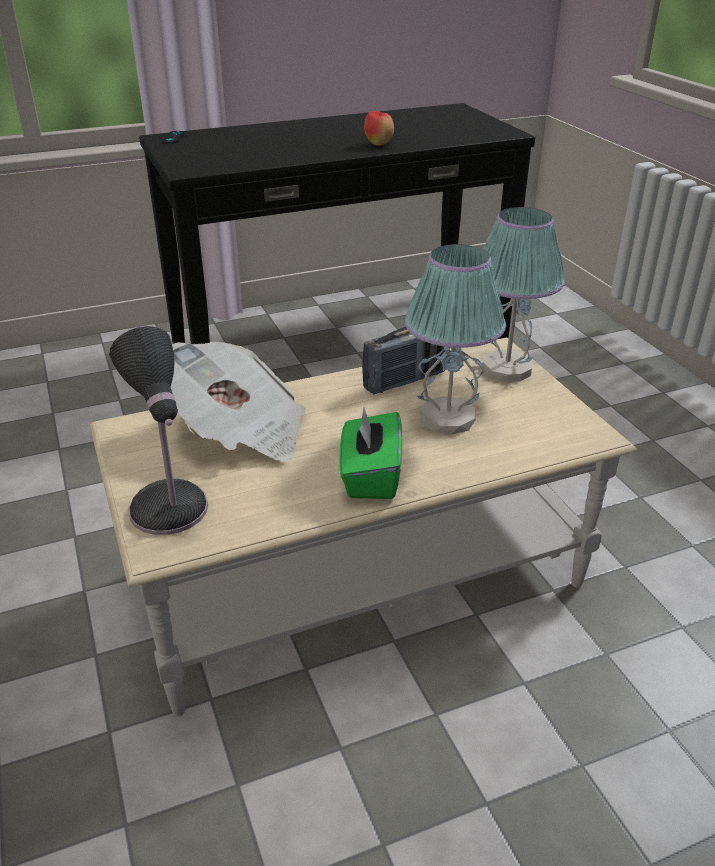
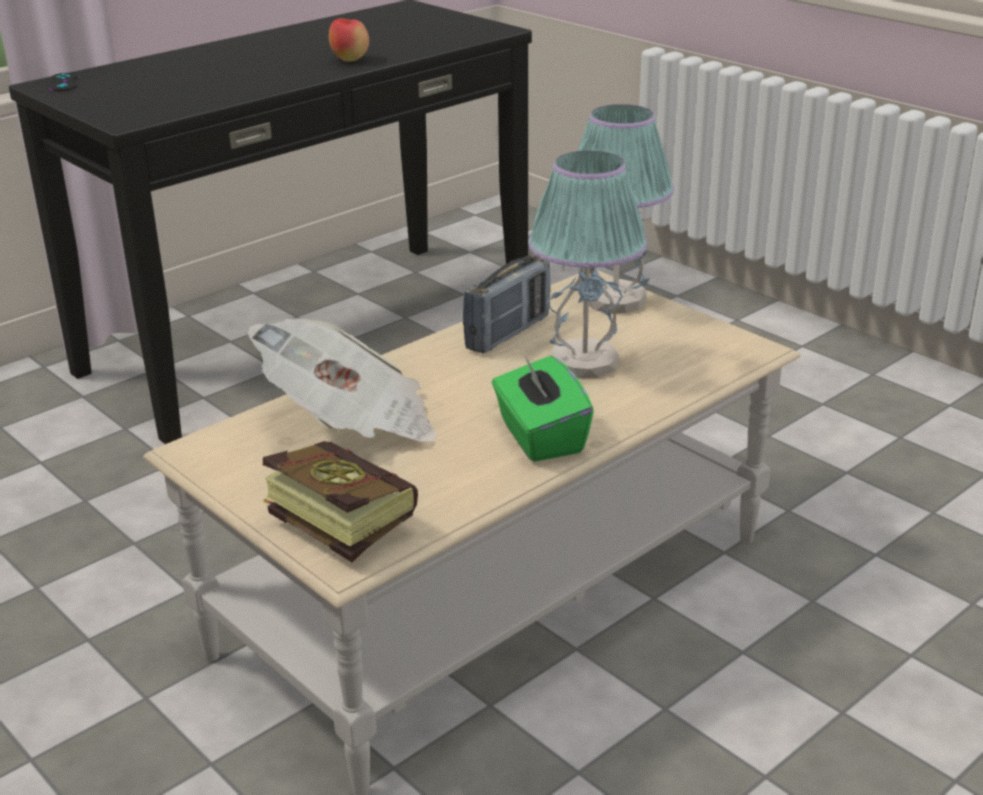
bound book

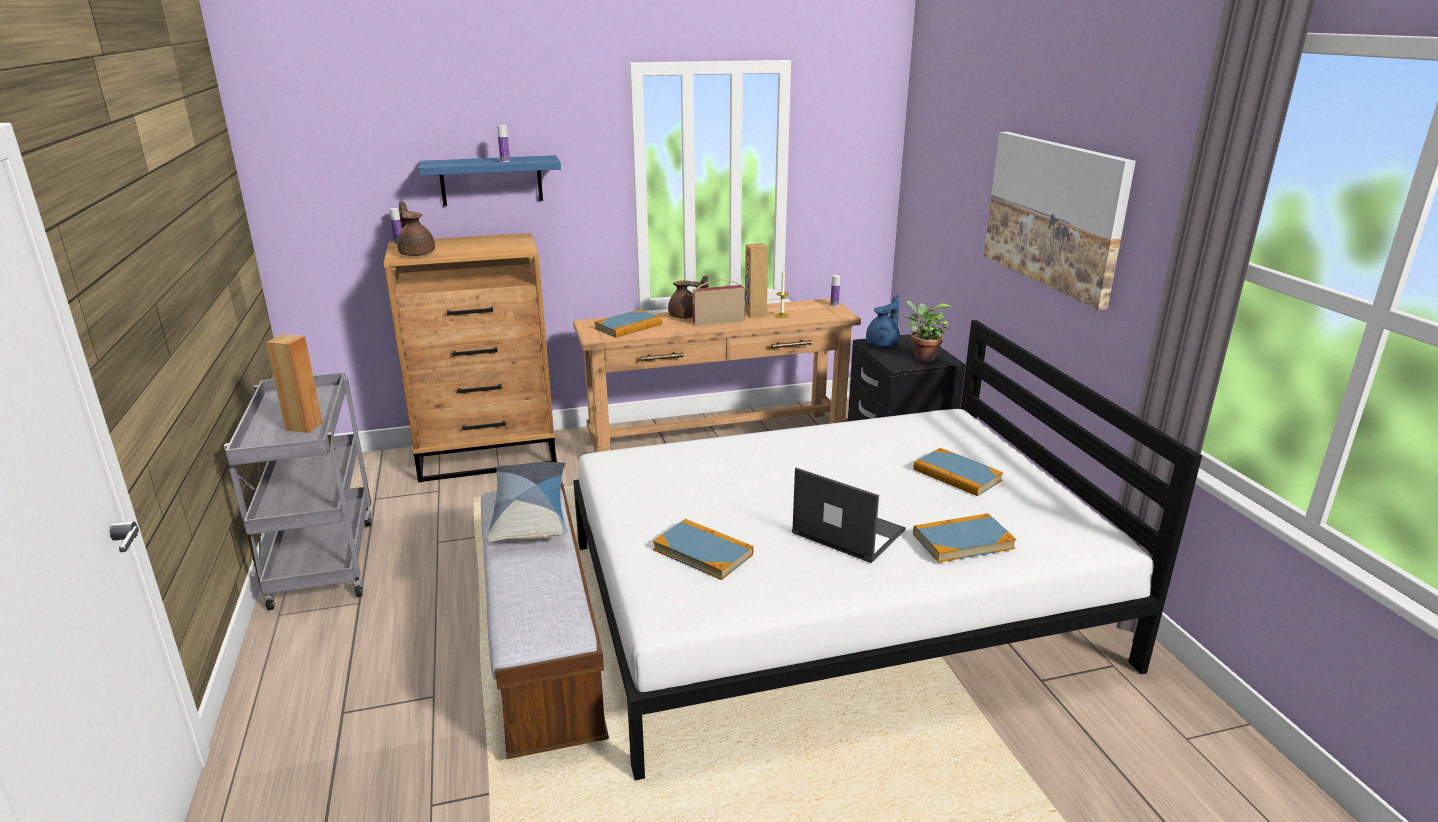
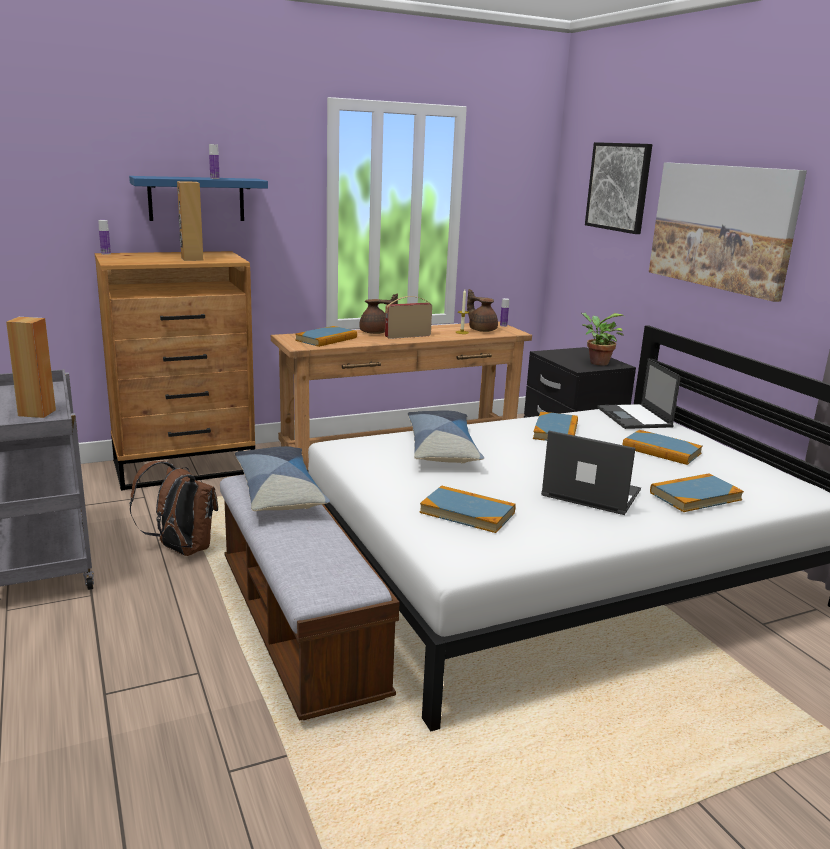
brown-coloured pot for tea (2nd from left); brown-coloured speaker (2nd from left); bluish pot for tea; brown-coloured knapsack; throw pillow (2nd from left); bound book (3rd from left); wall picture (1st from left); notebook computer (2nd from left)

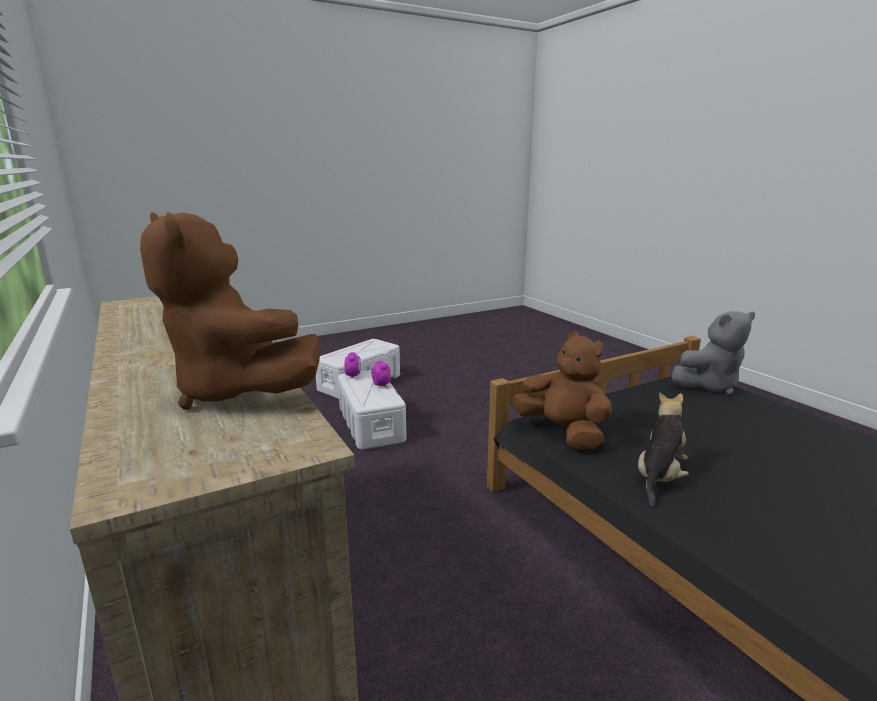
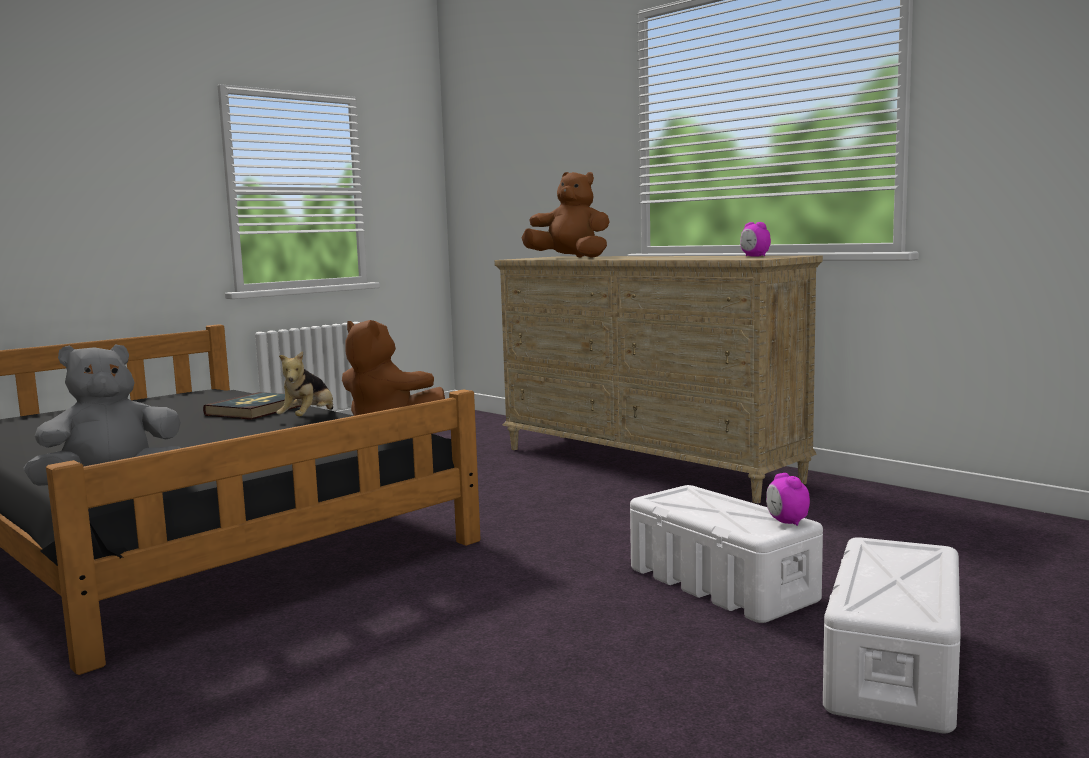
table clock (1st from left); bound book

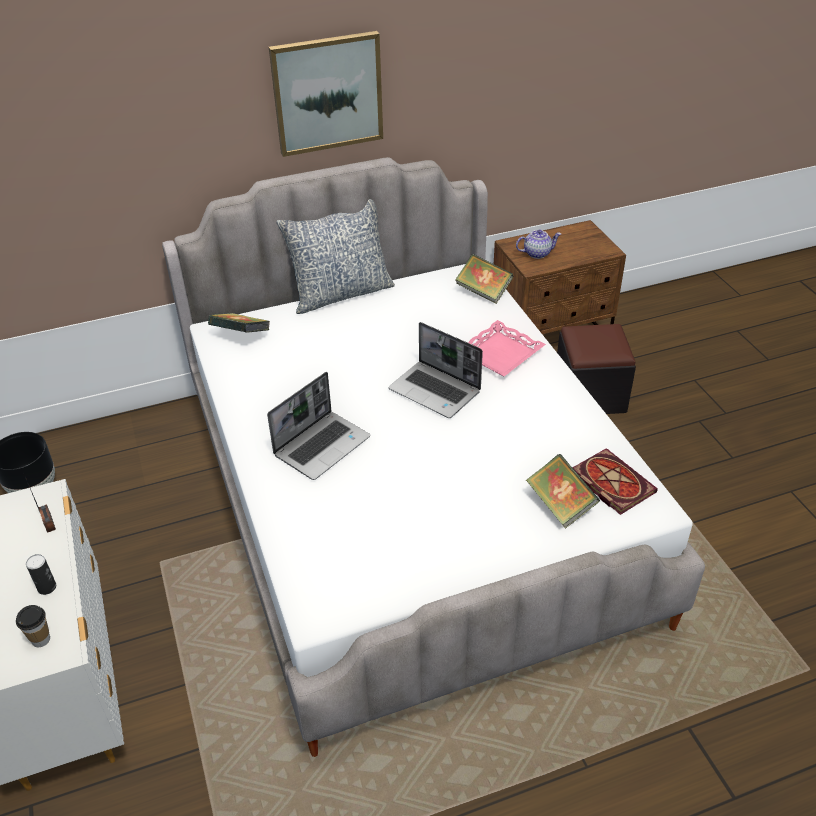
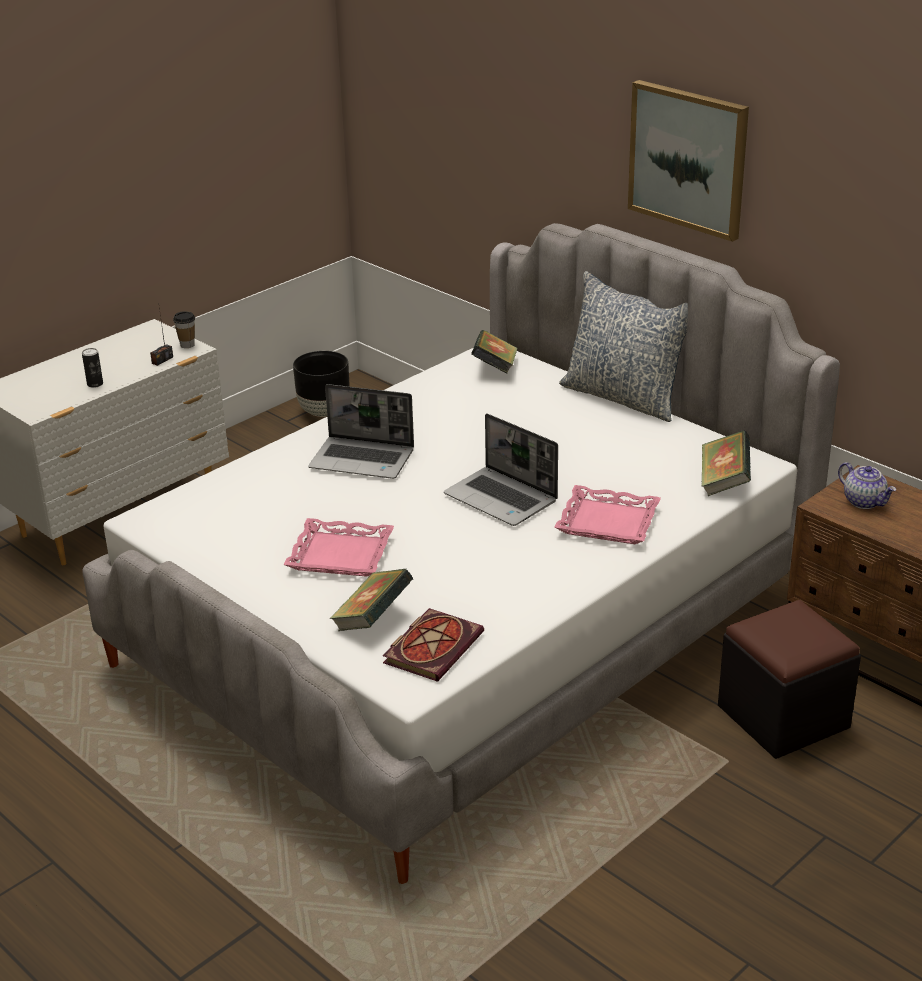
drinking cup; notebook computer (2nd from left); pink-coloured serving tray (1st from left)

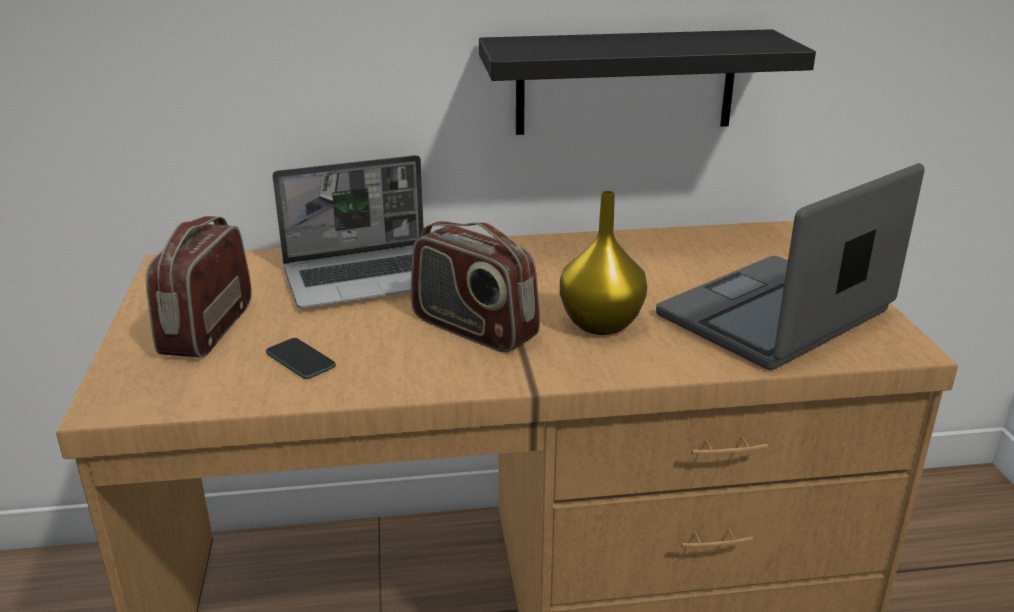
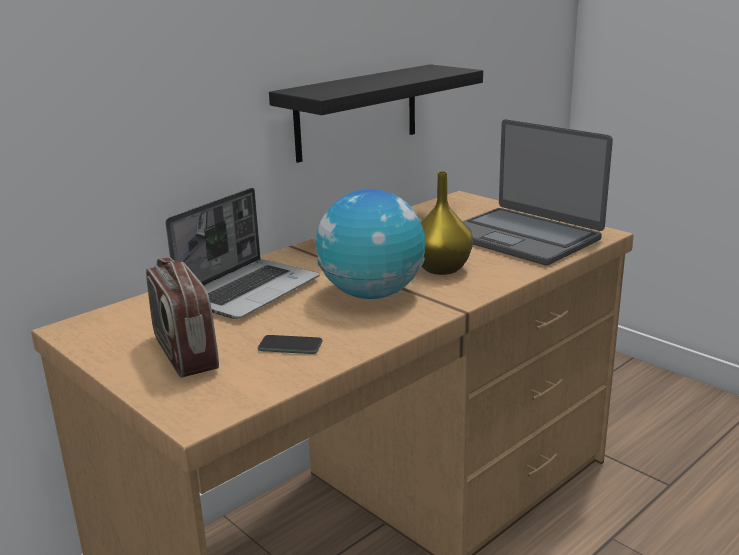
globe; notebook computer (2nd from left)

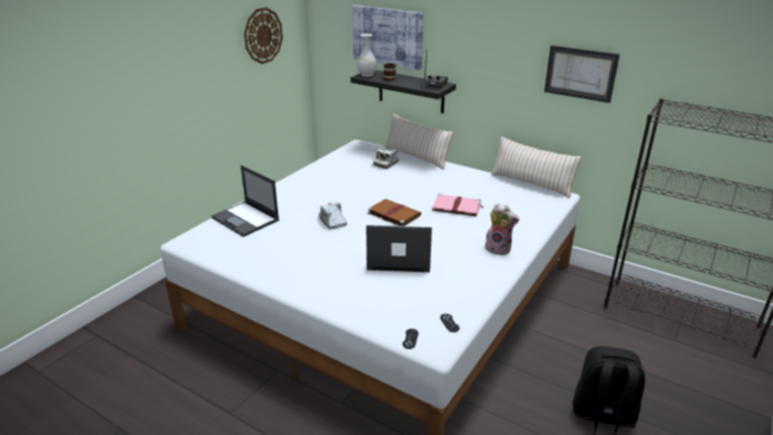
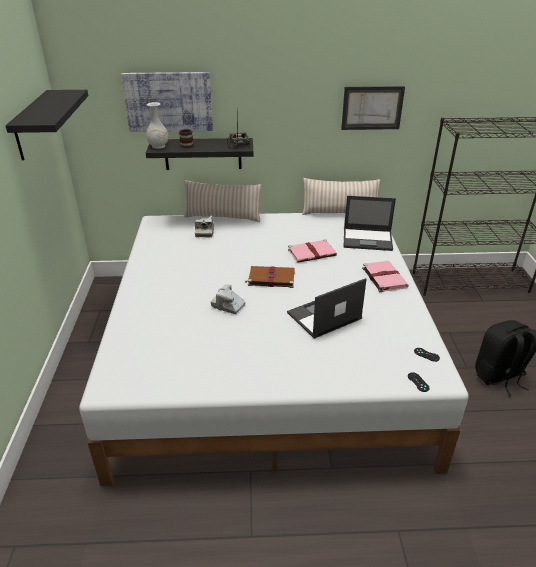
notebook computer (2nd from left); black-coloured wall shelf (1st from left); pink-coloured bound book (2nd from left)

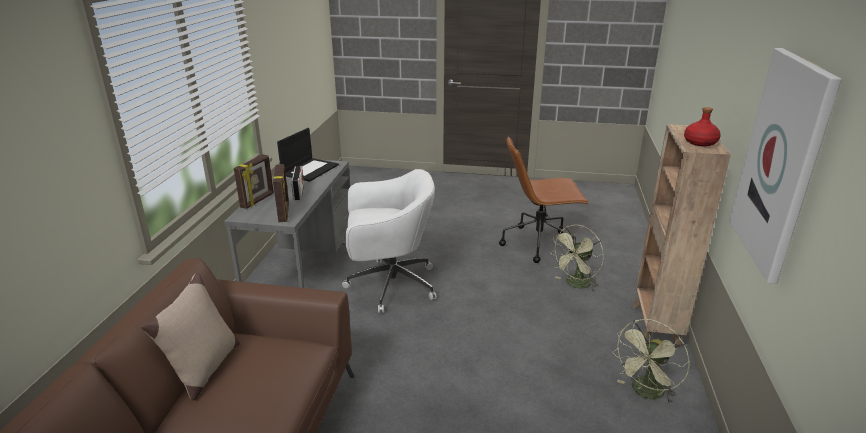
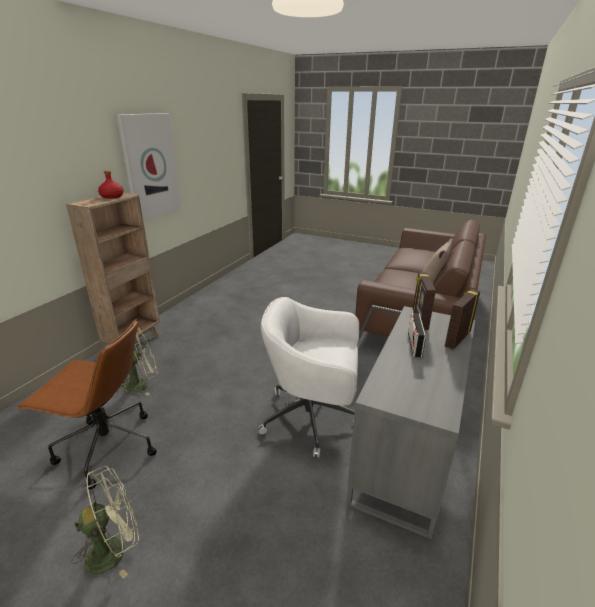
notebook computer; green-coloured cooling fan (1st from left)

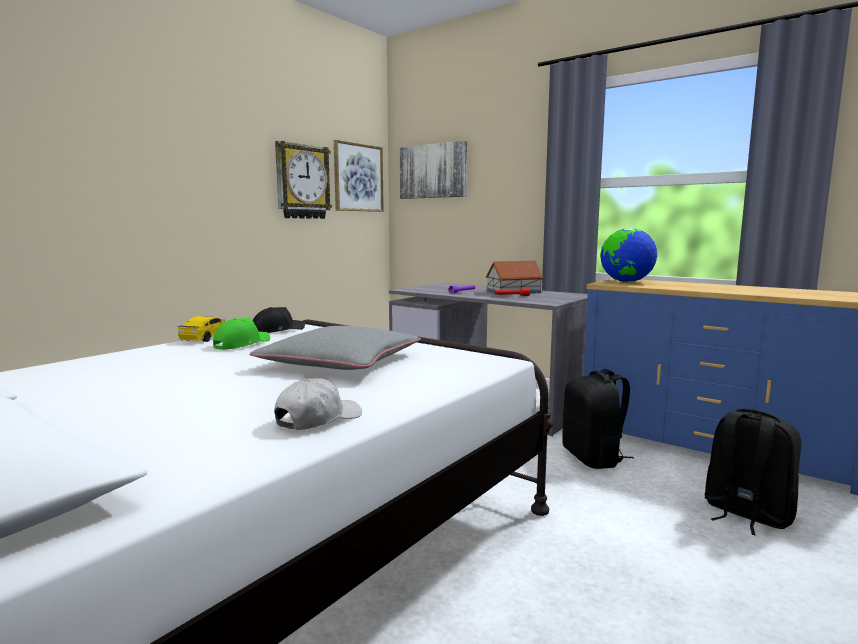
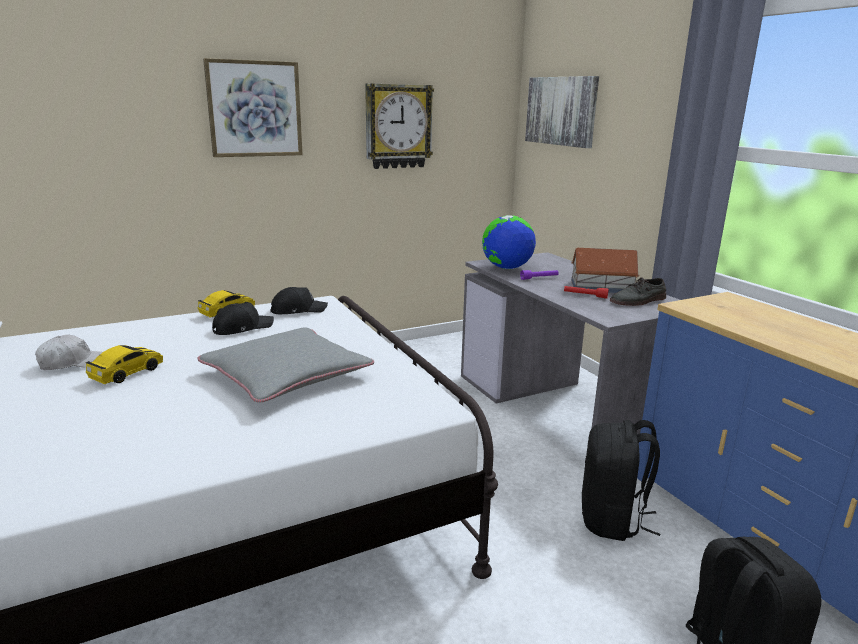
black-coloured peaked cap (1st from left); white peaked cap; wall picture (1st from left); globe; toy car (1st from left); greyish low shoe

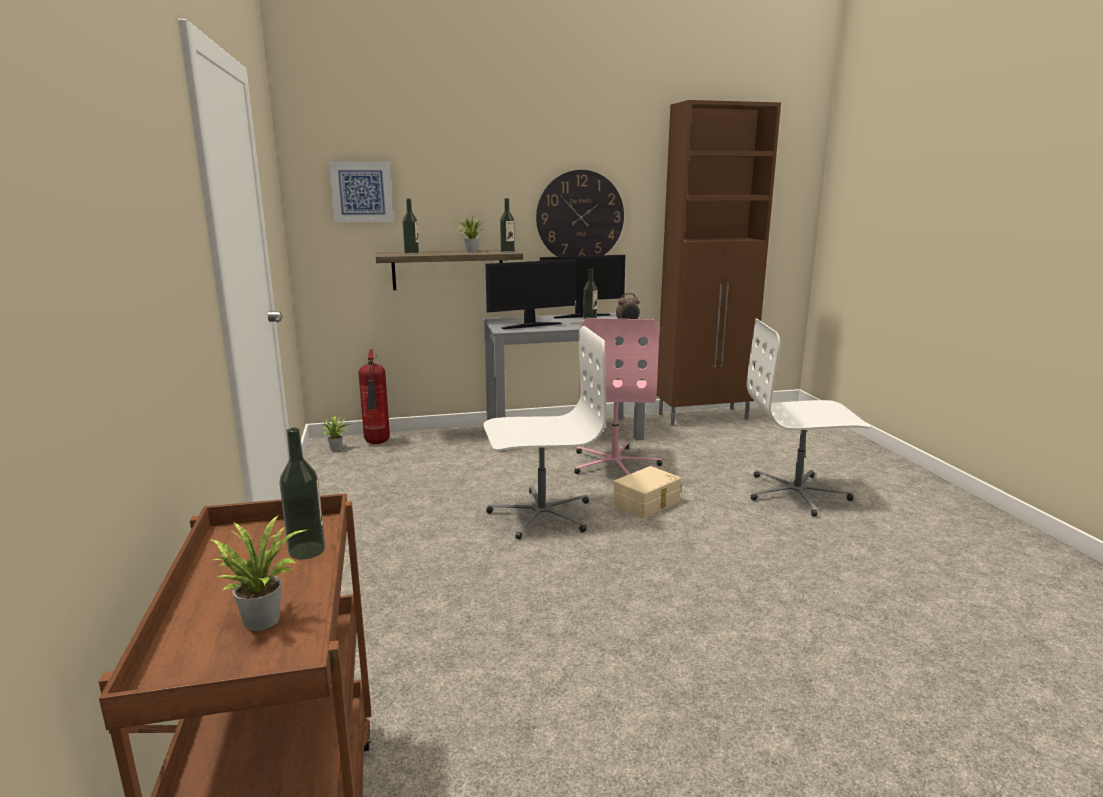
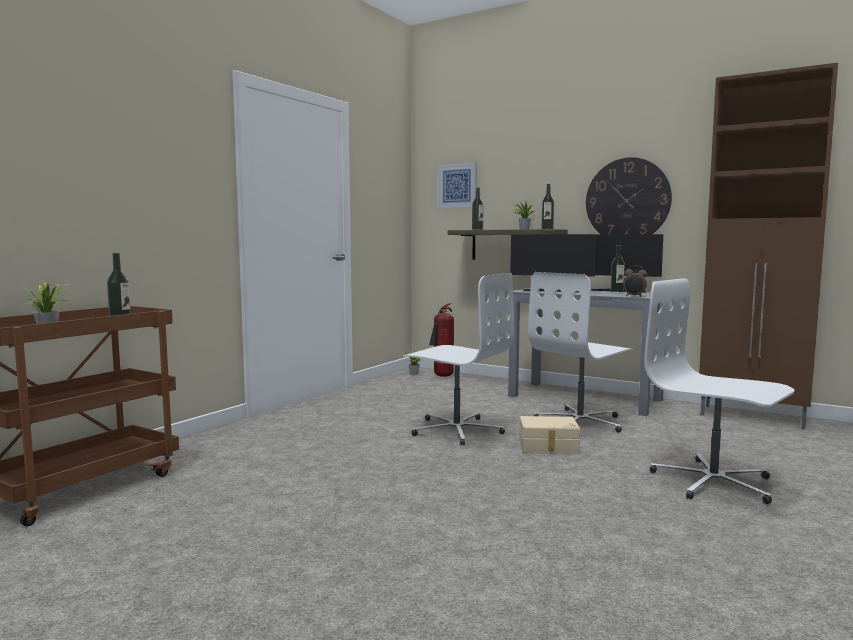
white desk chair (2nd from left)

